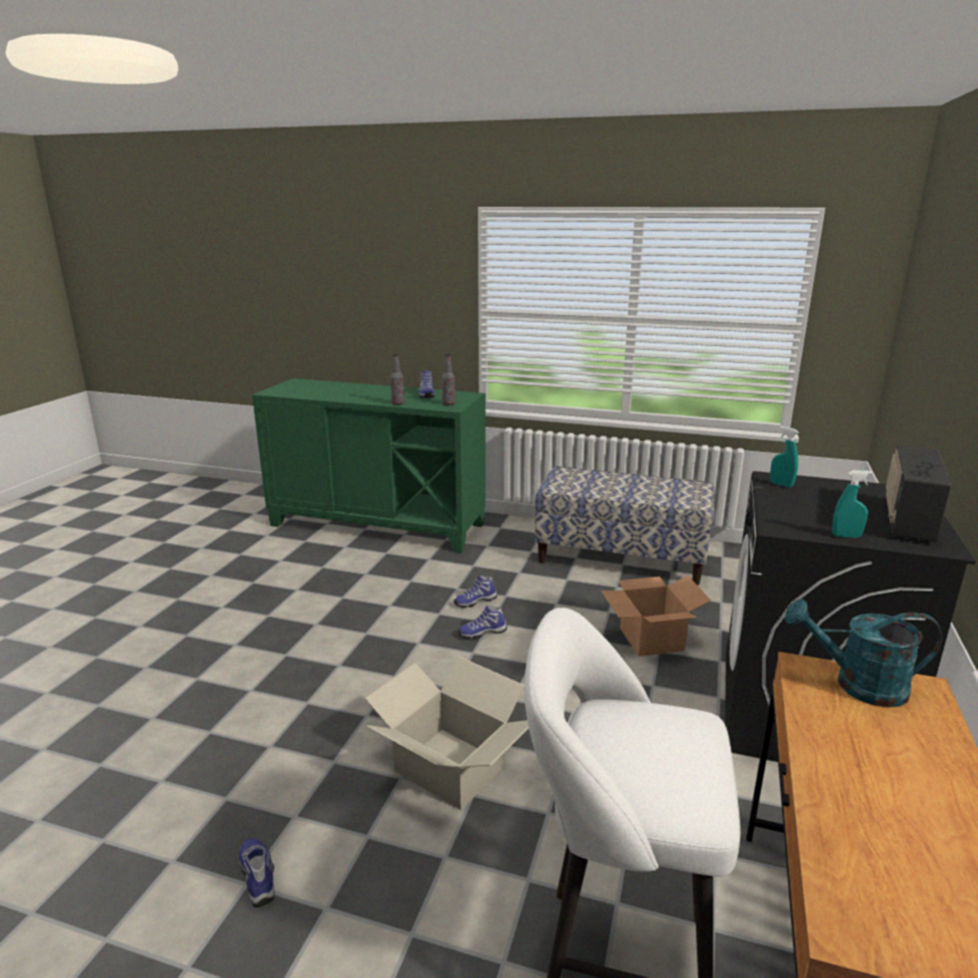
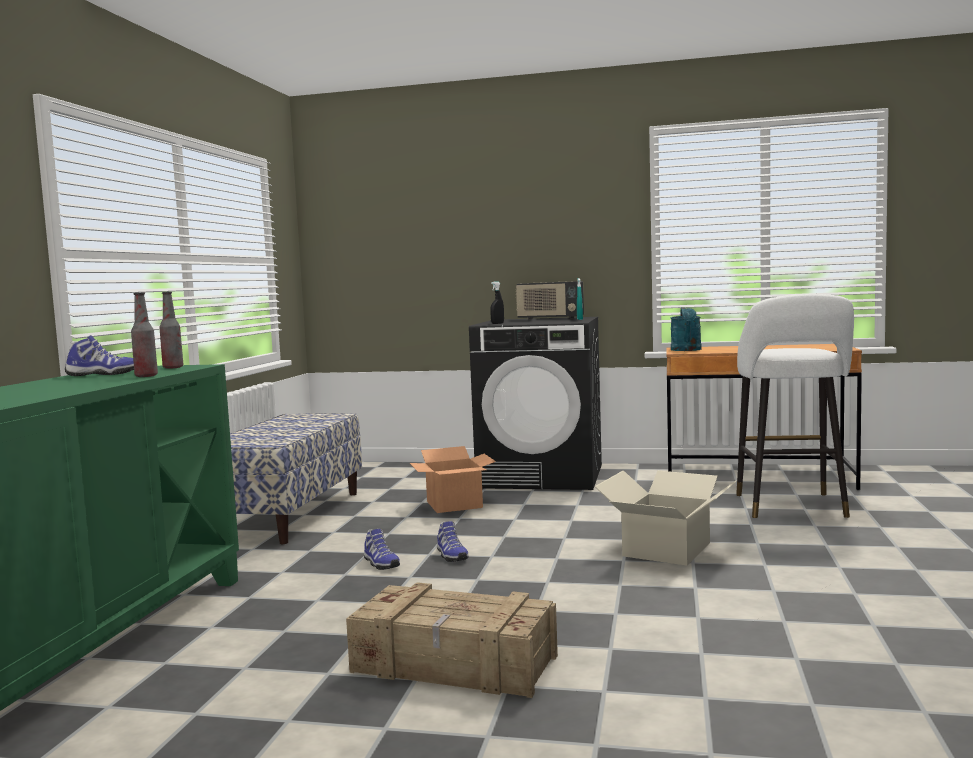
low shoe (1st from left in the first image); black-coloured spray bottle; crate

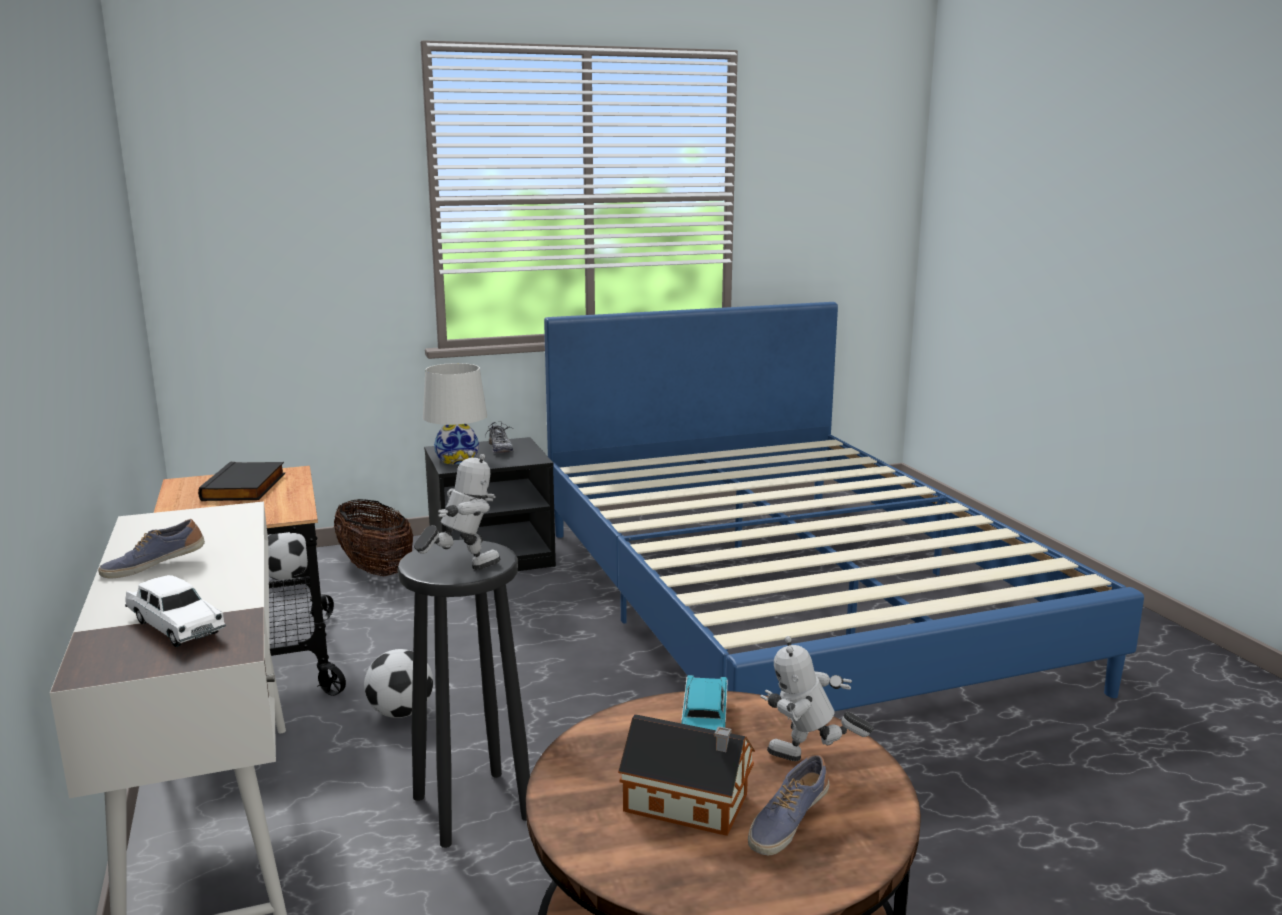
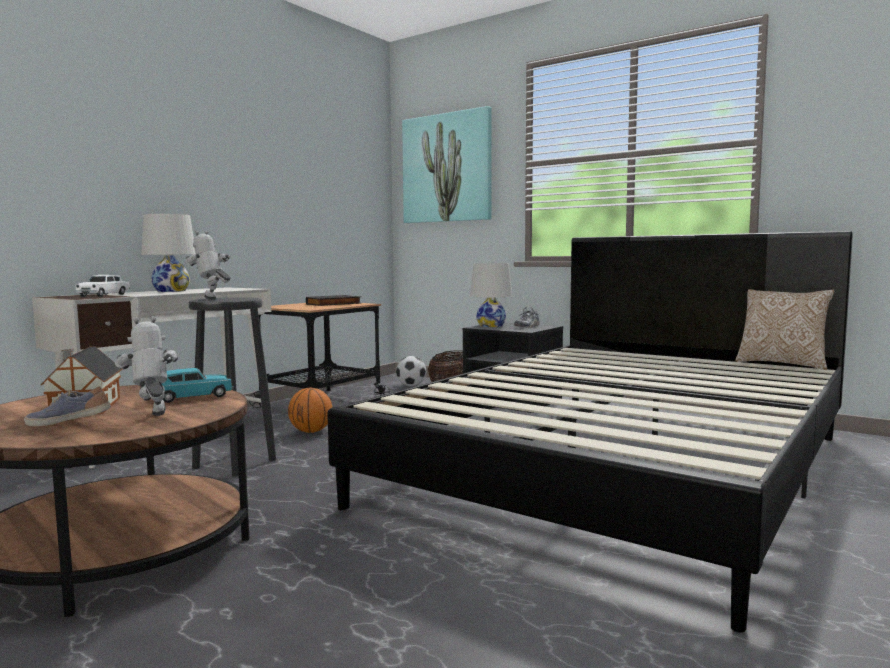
white table lamp (1st from left); basketball ball; model robot (2nd from left); black-coloured sleeping bed; wall picture; throw pillow

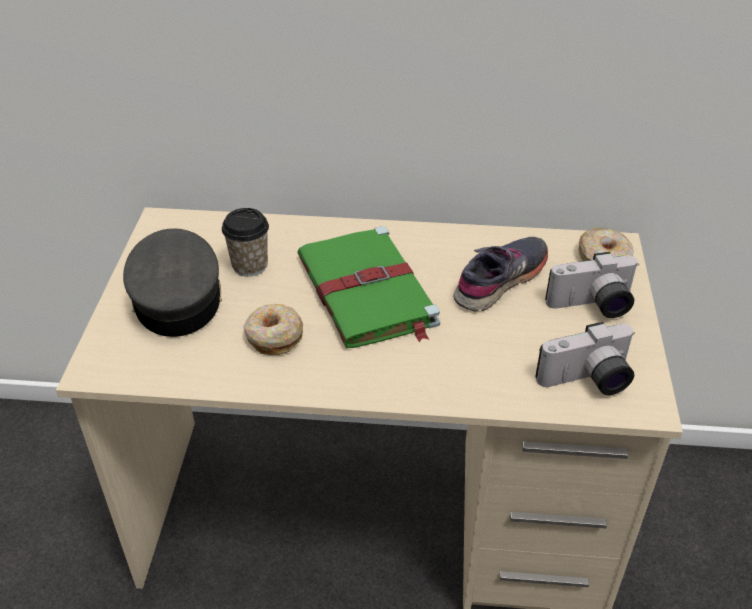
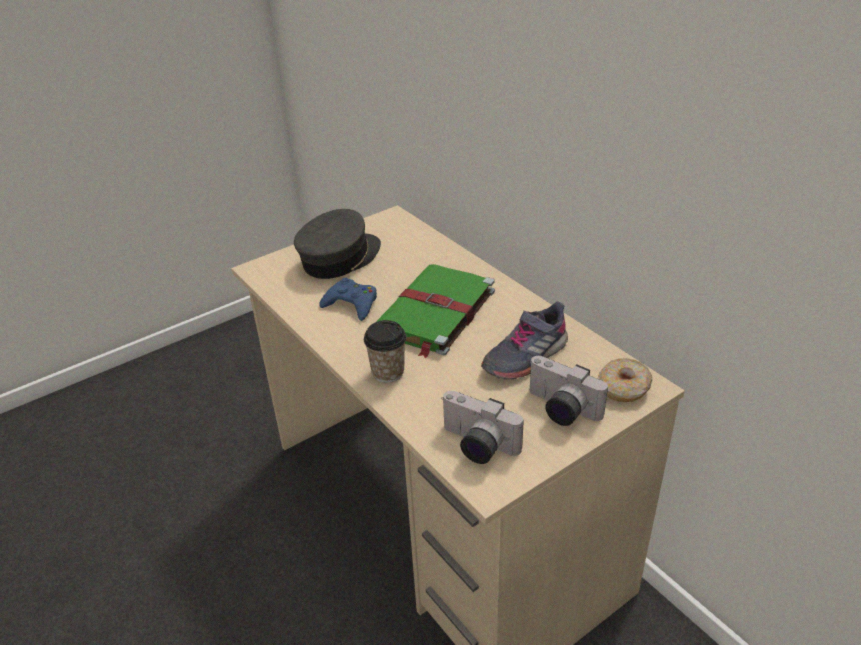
drinking cup; bluish joypad; greyish low shoe

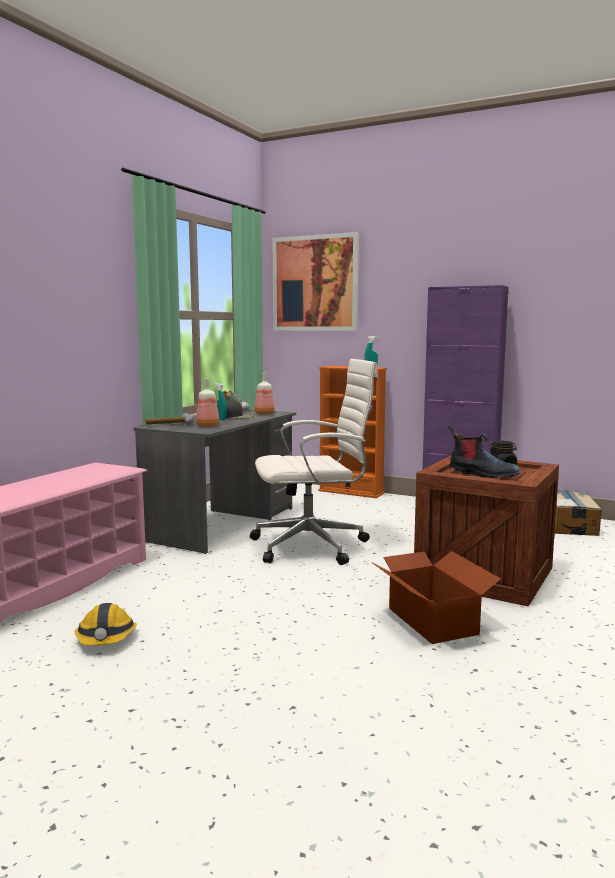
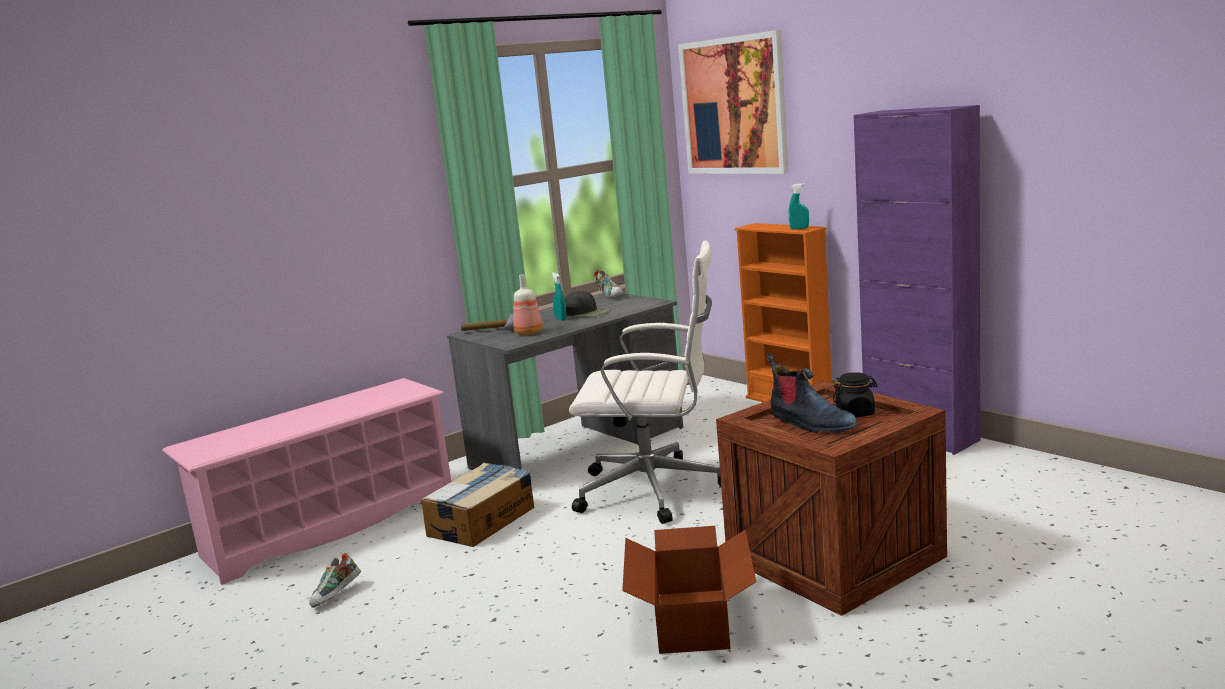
low shoe (1st from left); bottle (2nd from left in the first image); packing box (1st from left)

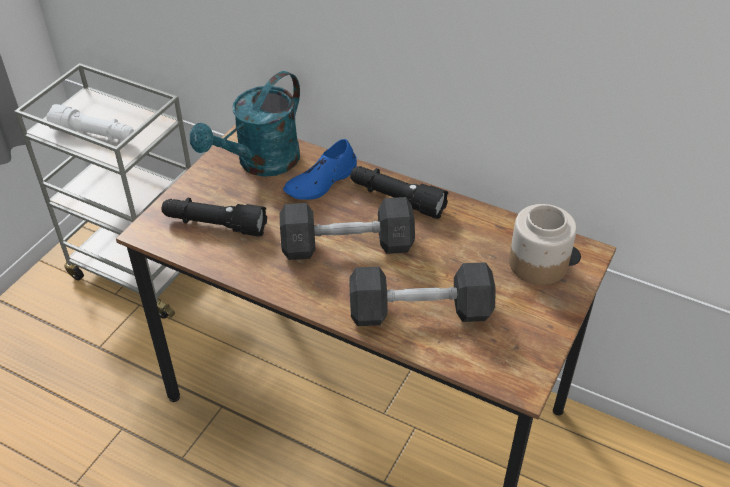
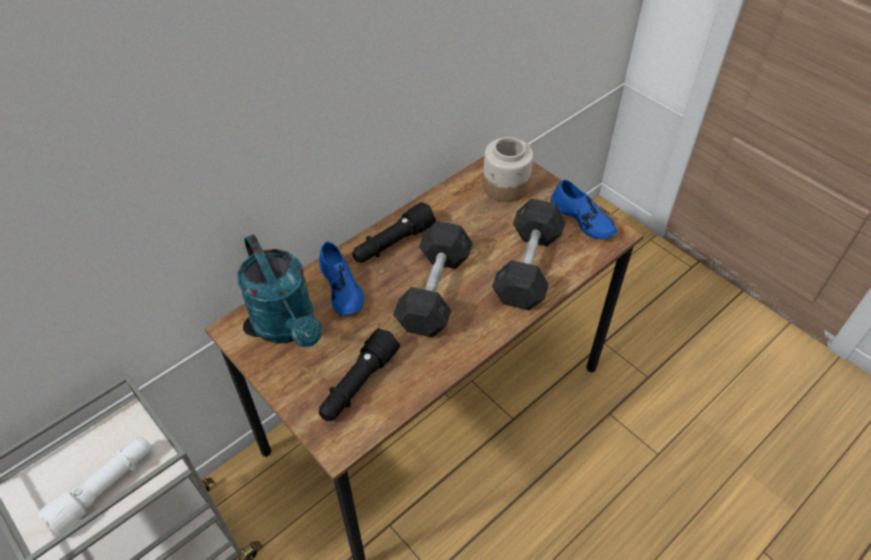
bluish low shoe (2nd from left)

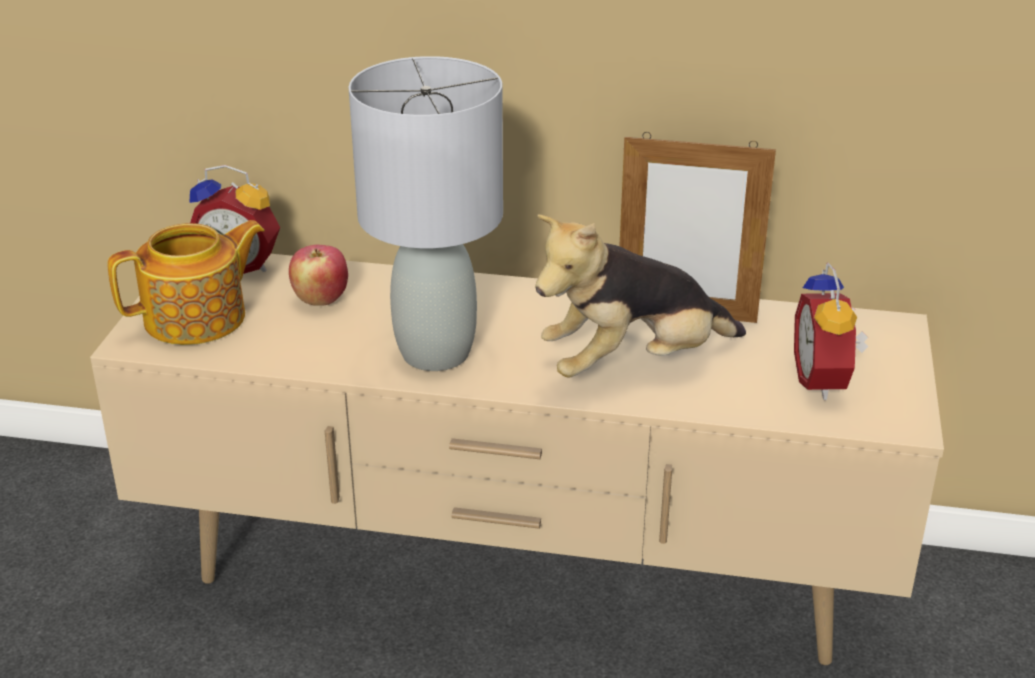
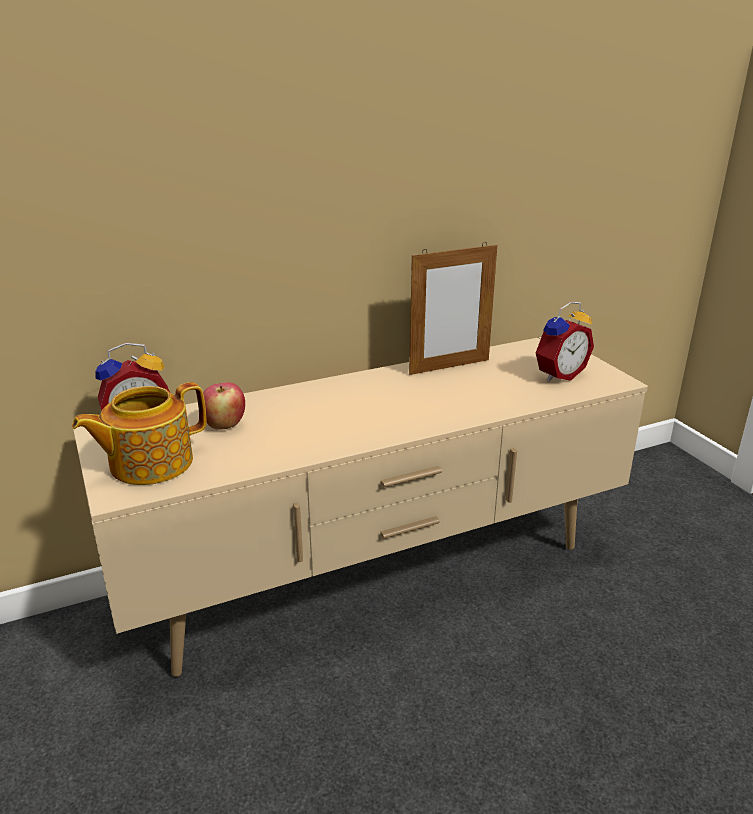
pot for tea; greyish table lamp; cuddly toy; table clock (2nd from left)

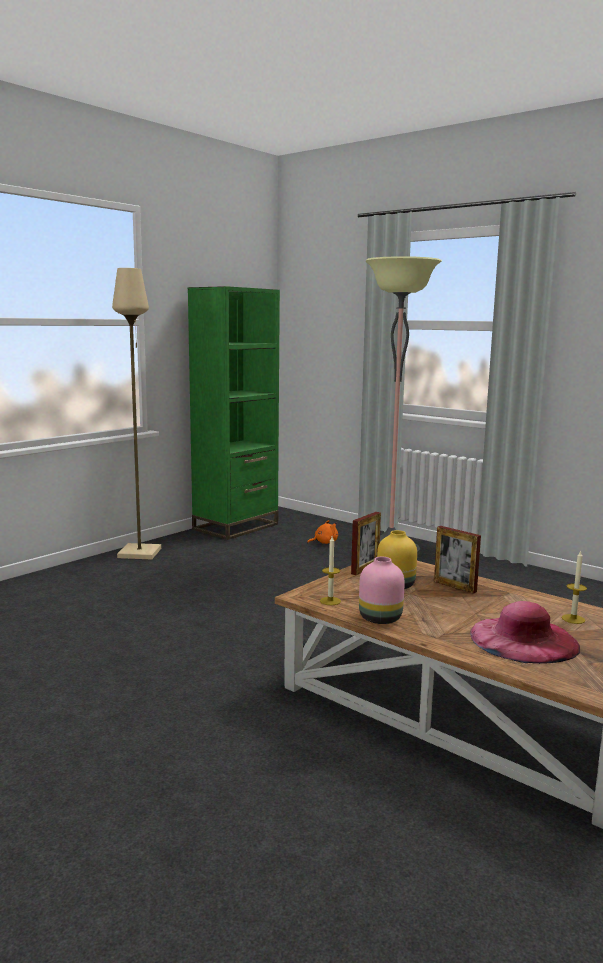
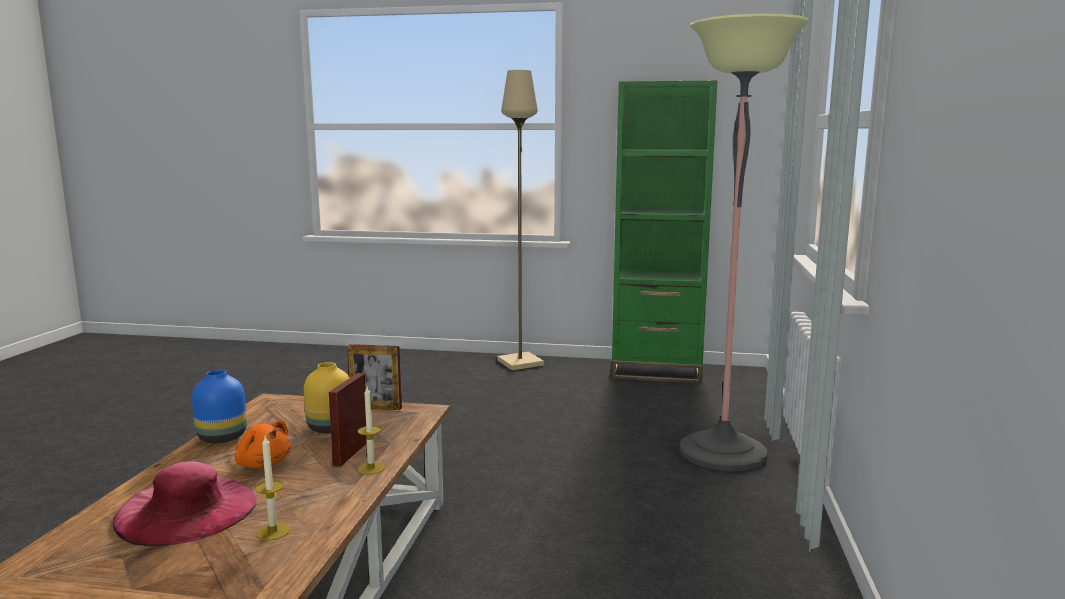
orange-coloured cuddly toy; wax light (2nd from left); bluish vase

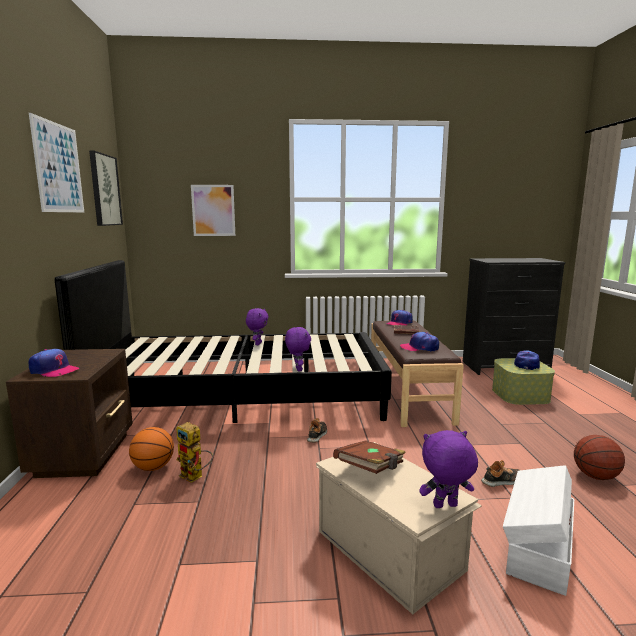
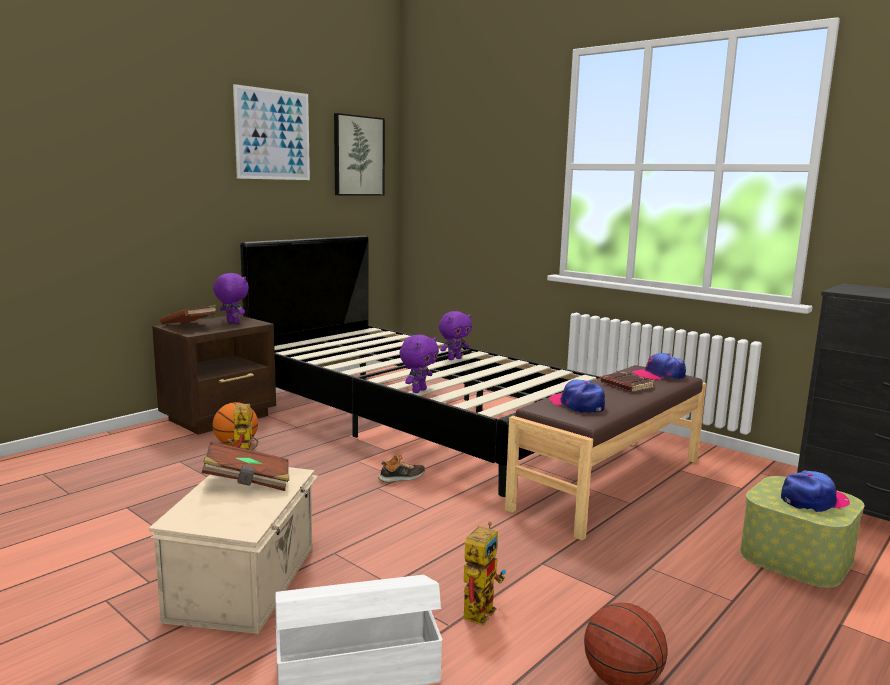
brown-coloured bound book (1st from left); wall picture (3rd from left in the first image); purple-coloured cuddly toy (1st from left); model robot (2nd from left)

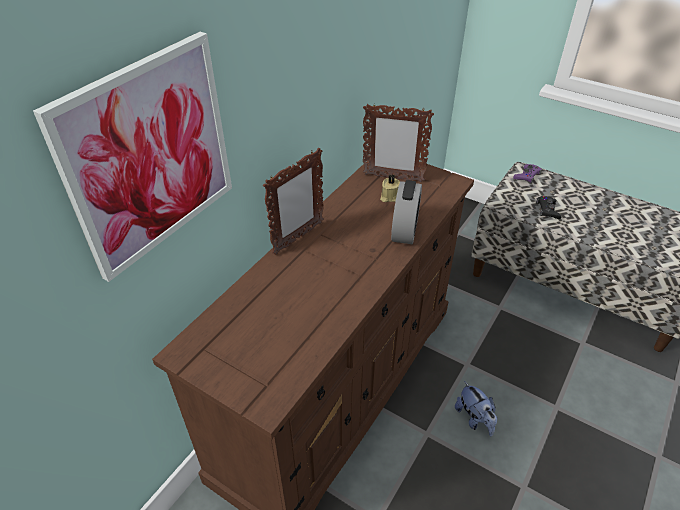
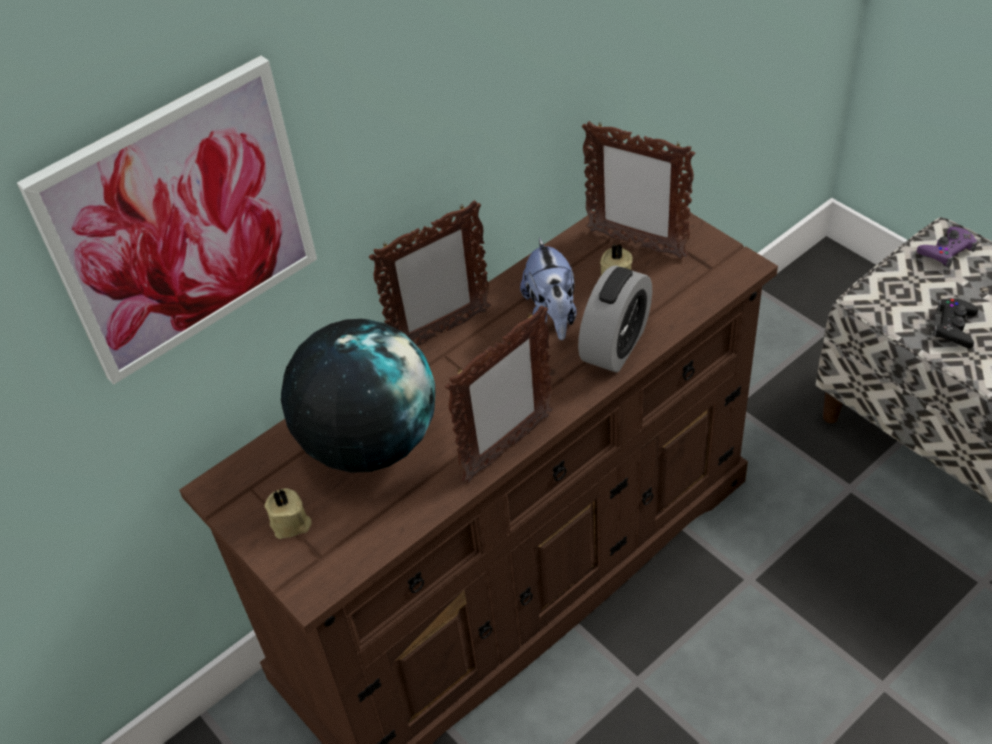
cuddly toy; beige wax light (1st from left); globe; picture frame (2nd from left)

